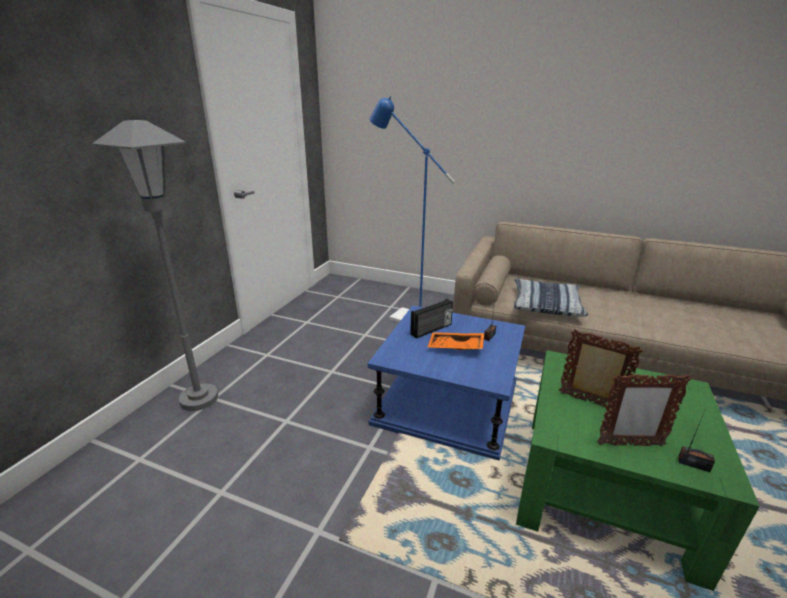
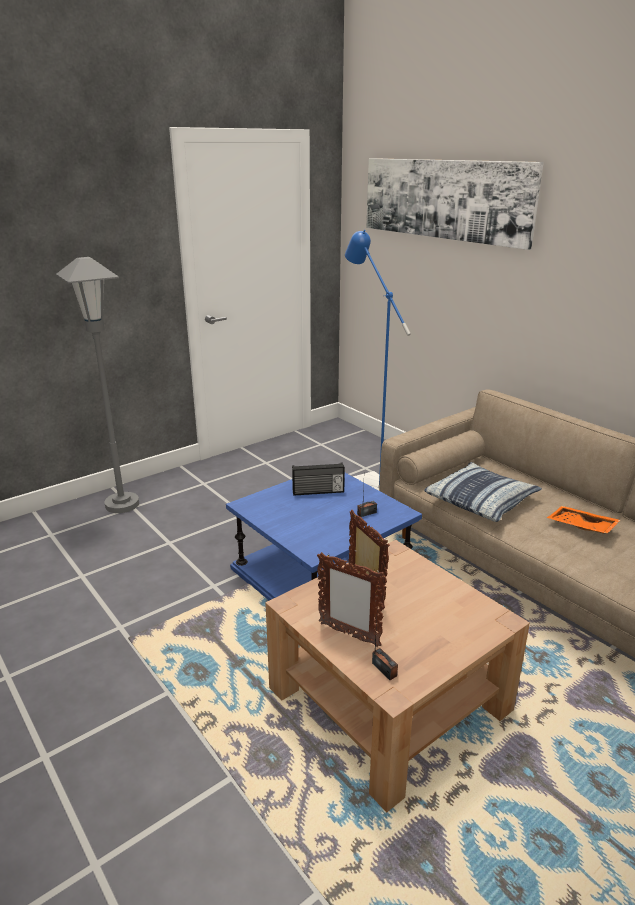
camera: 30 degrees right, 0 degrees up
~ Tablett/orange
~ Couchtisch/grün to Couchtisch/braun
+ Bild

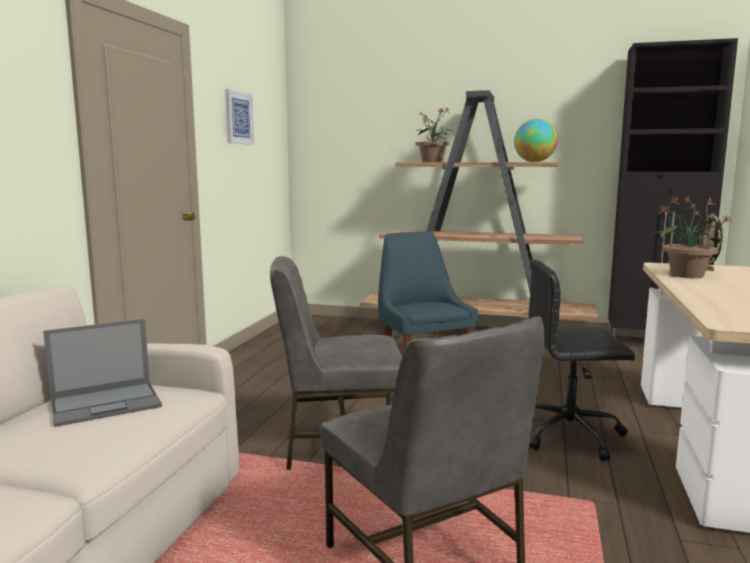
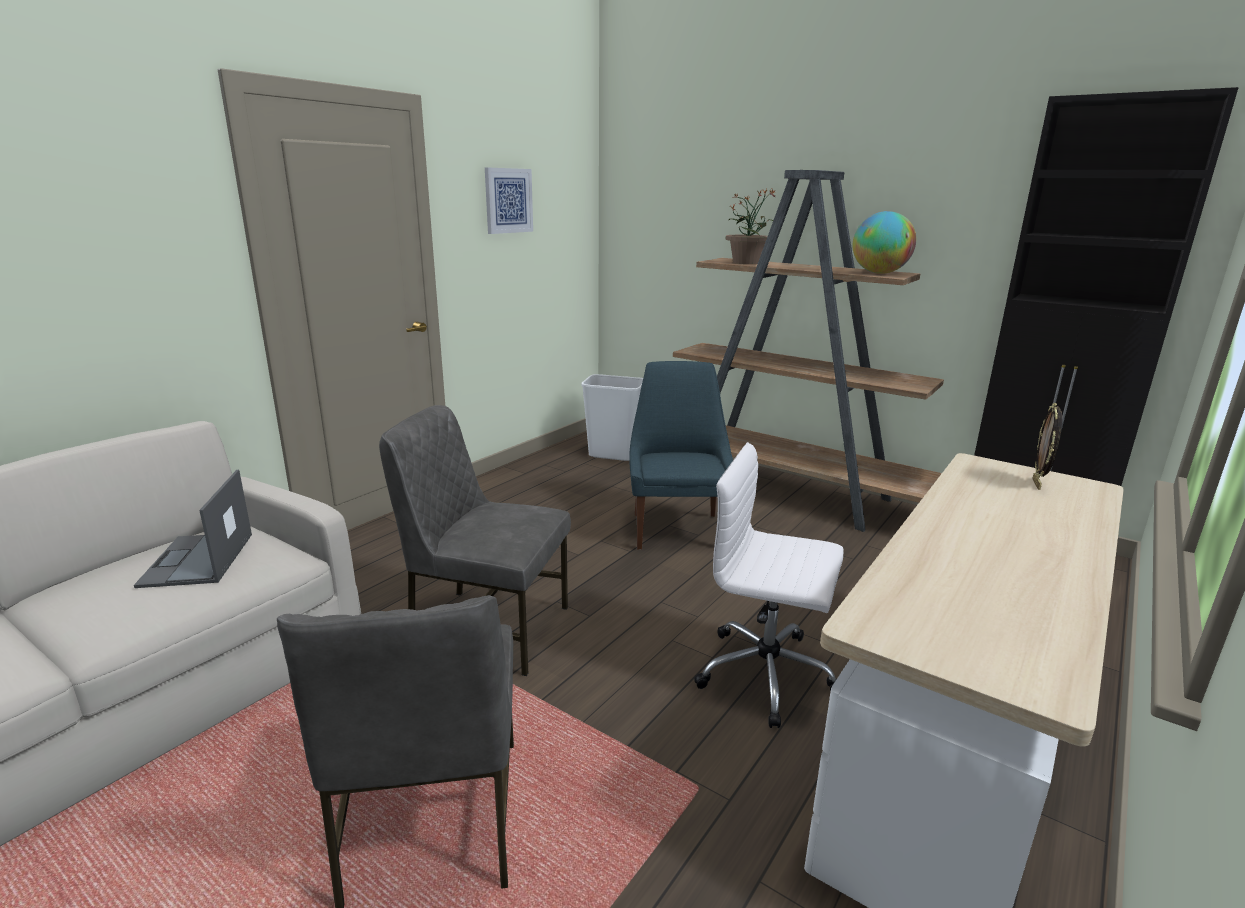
camera: 20 degrees right, 10 degrees up
~ Laptop 90 degrees clockwise
~ Bürostuhl/schwarz to Bürostuhl/weiß
- Topfpflanze (no. 2 from left)
+ Mülleimer/weiß

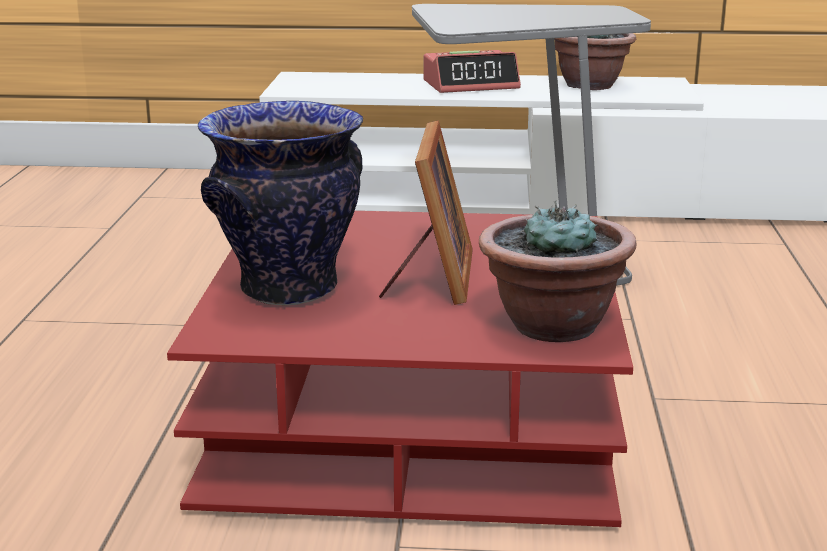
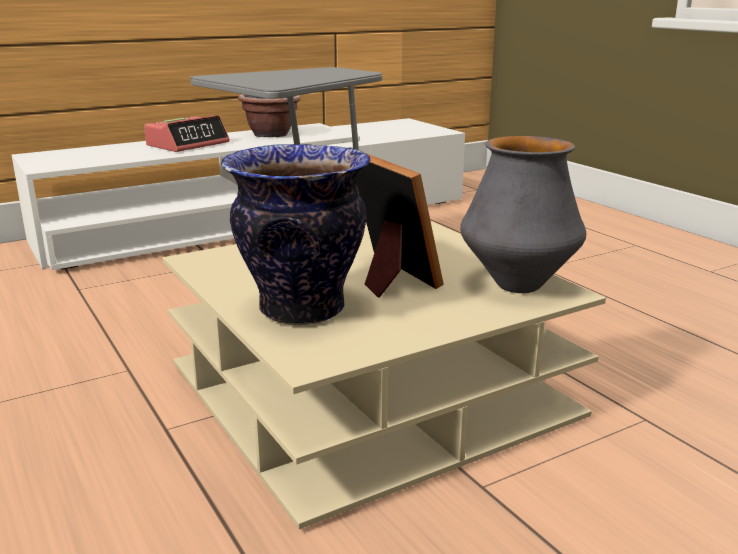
camera: 35 degrees left, 0 degrees up
~ Couchtisch/rot to Couchtisch/beige
~ Topfpflanze (no. 1 from left) to Vase (no. 2 from left)

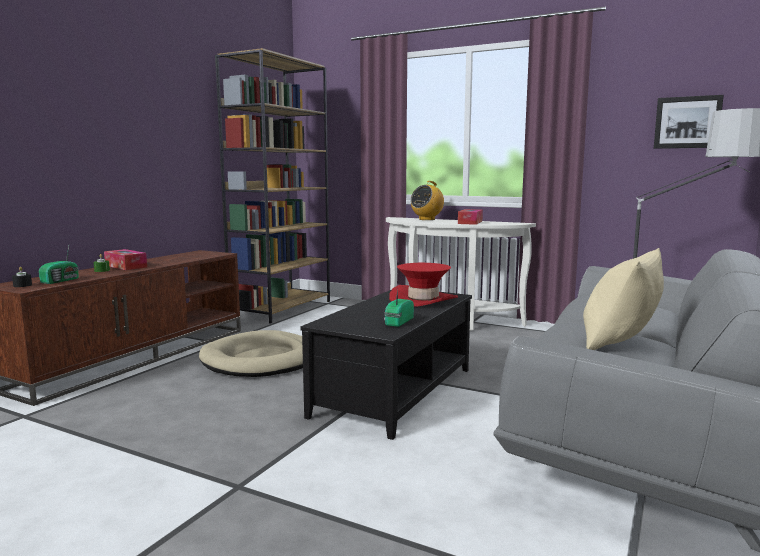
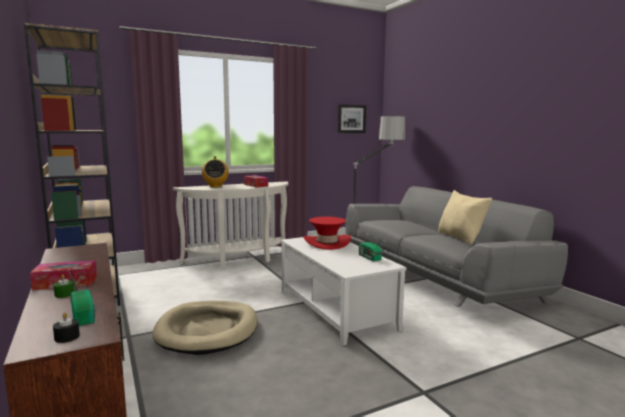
camera: 55 degrees left, 0 degrees up
~ Couchtisch/schwarz to Couchtisch/weiß

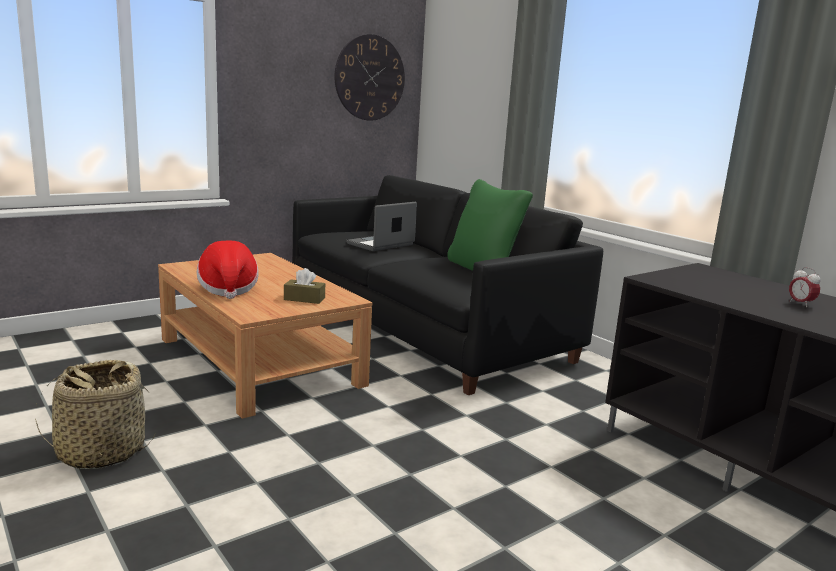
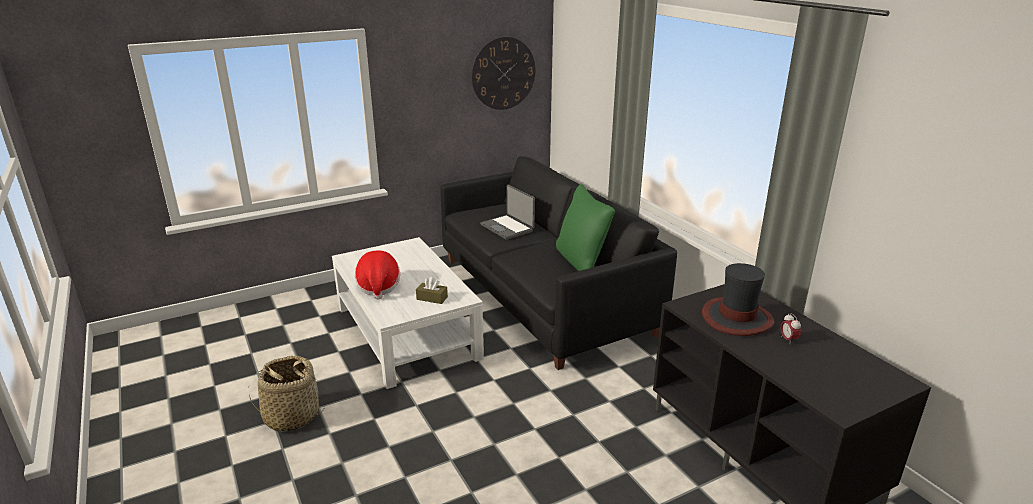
camera: 10 degrees right, 10 degrees up
~ Couchtisch/braun to Couchtisch/weiß
~ Laptop 90 degrees counterclockwise
+ Hut (no. 2 from left)

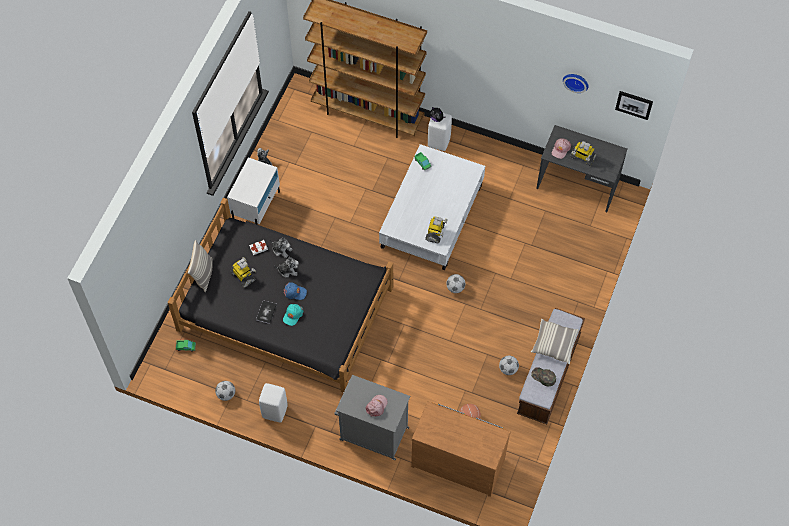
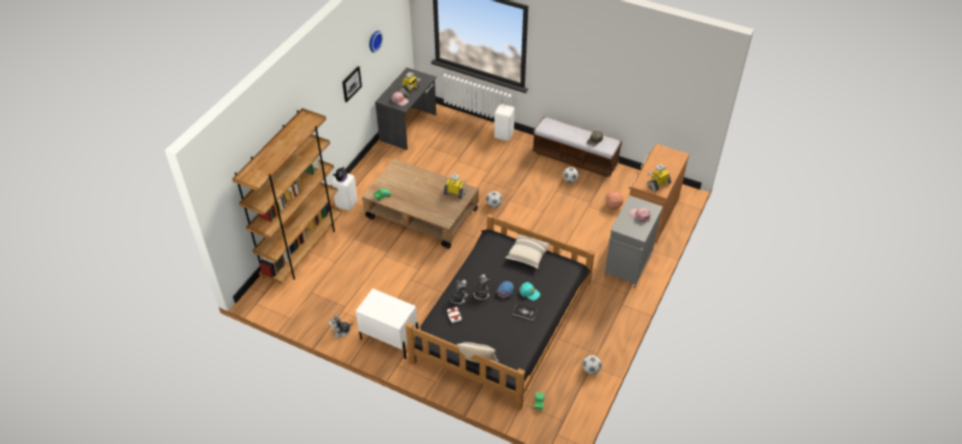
camera: 85 degrees left, 15 degrees down
~ Spielzeugroboter (no. 1 from left in the first image) to Spielzeugroboter (no. 3 from left)
~ Hocker/weiß (no. 1 from left in the first image) to Hocker/weiß (no. 2 from left)
~ Couchtisch/weiß to Couchtisch/braun
~ Kissen (no. 2 from left)
~ Bild

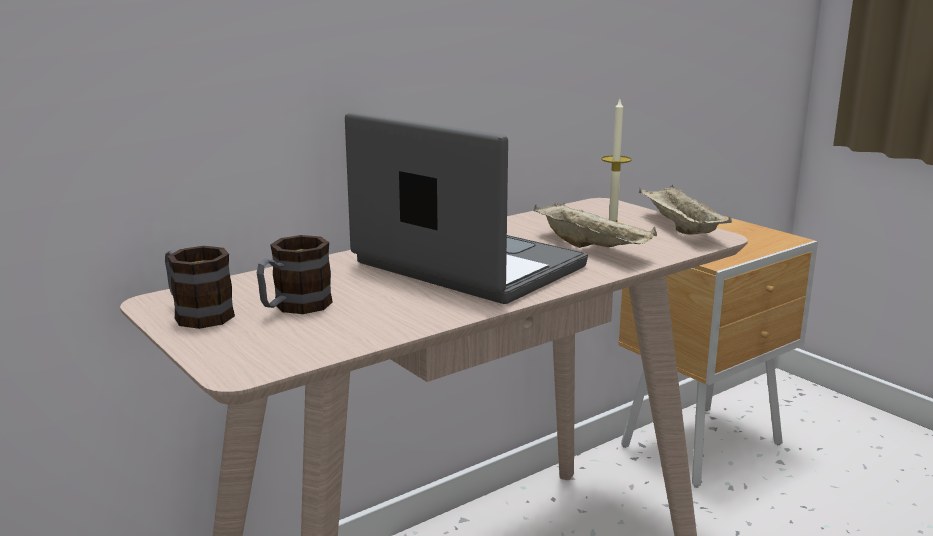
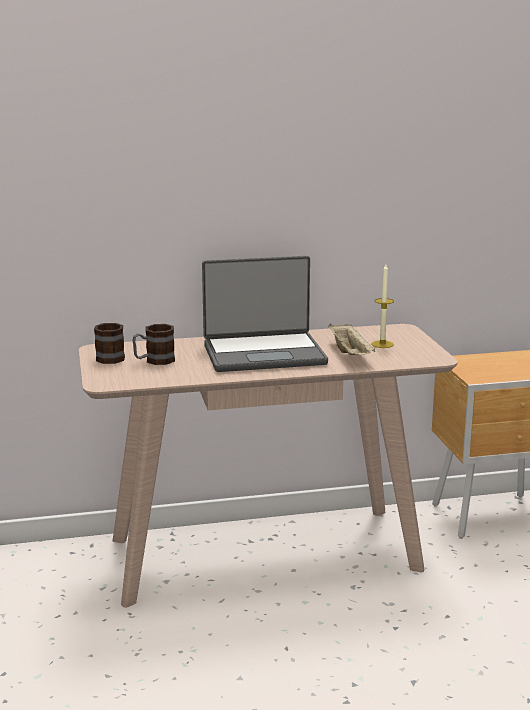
camera: 25 degrees right, 0 degrees up
~ Laptop 105 degrees clockwise
- Tablett/beige (no. 2 from left)

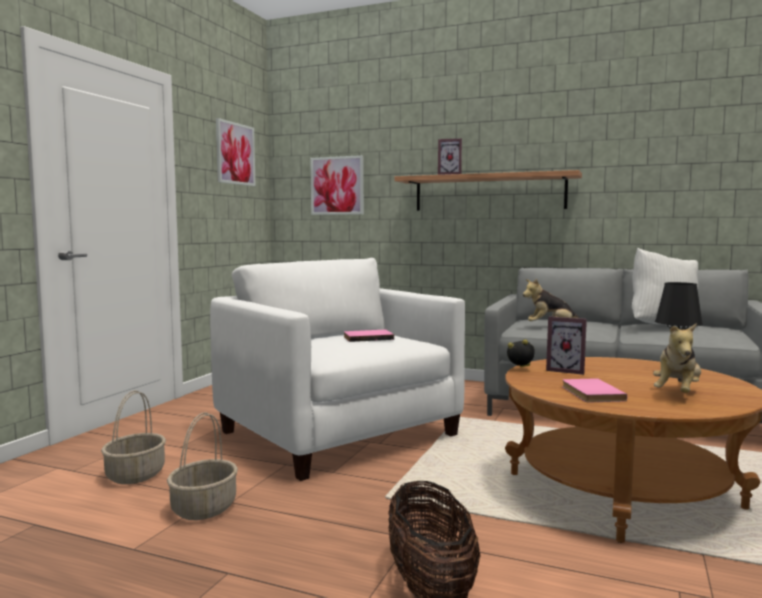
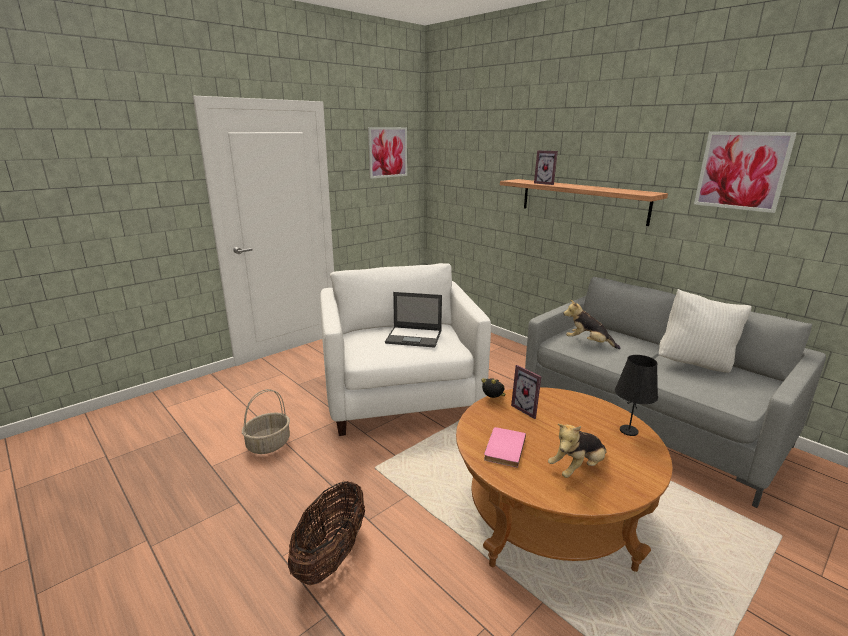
camera: 25 degrees right, 15 degrees up
- Korb (no. 1 from left)
~ Bild (no. 2 from left)
~ Buch/rosa (no. 1 from left) to Laptop

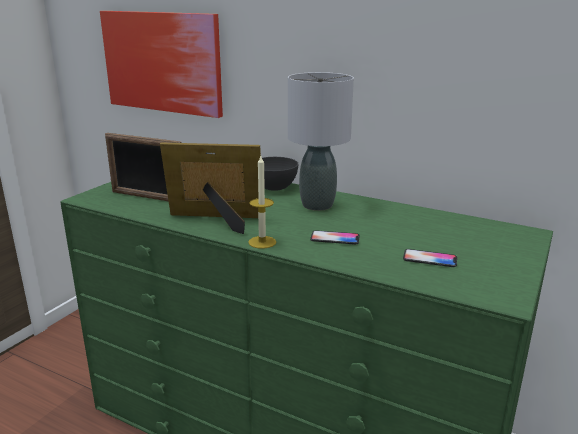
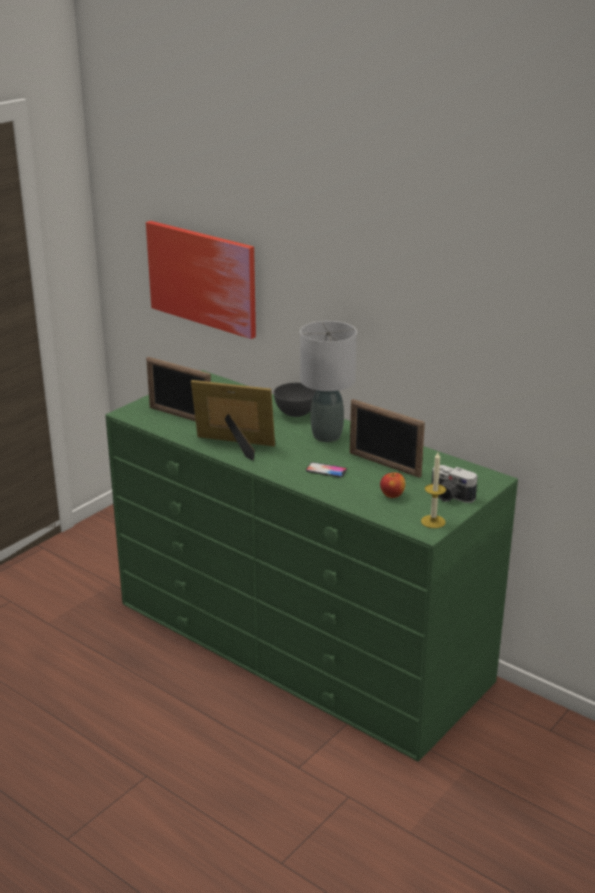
camera: 10 degrees right, 5 degrees up
~ Kerze
~ Handy (no. 2 from left) to Apfel
+ Bilderrahmen (no. 3 from left)
+ Kamera

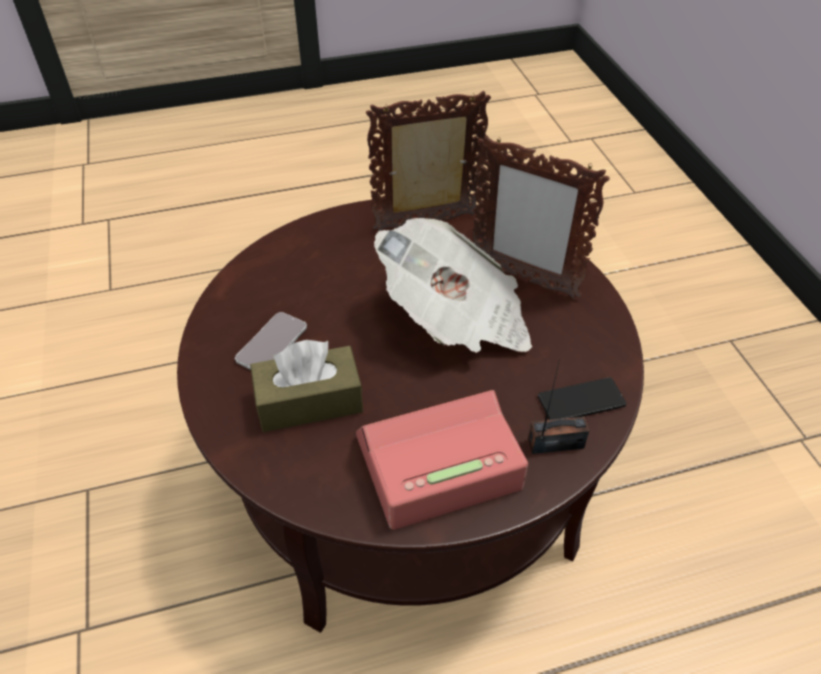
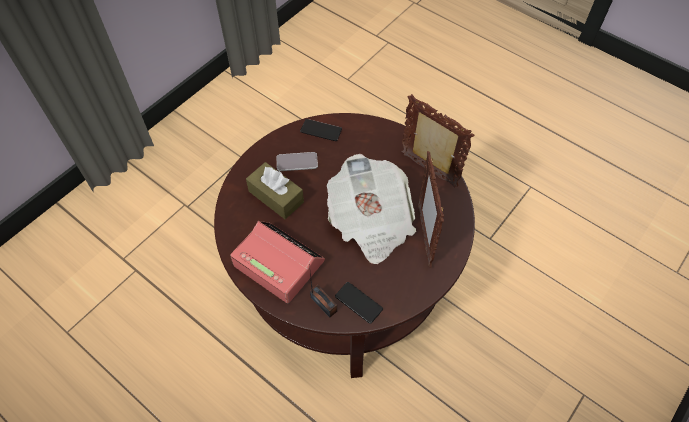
camera: 55 degrees right, 10 degrees up
+ Handy (no. 2 from left)

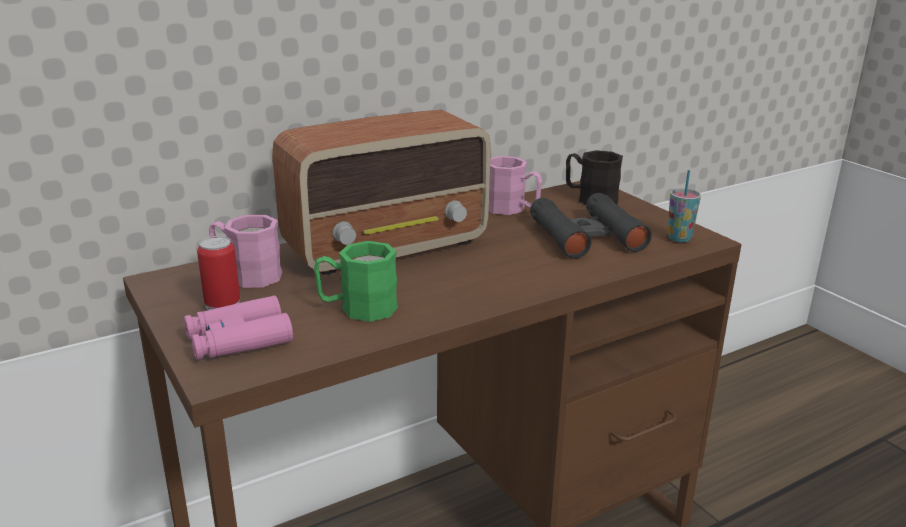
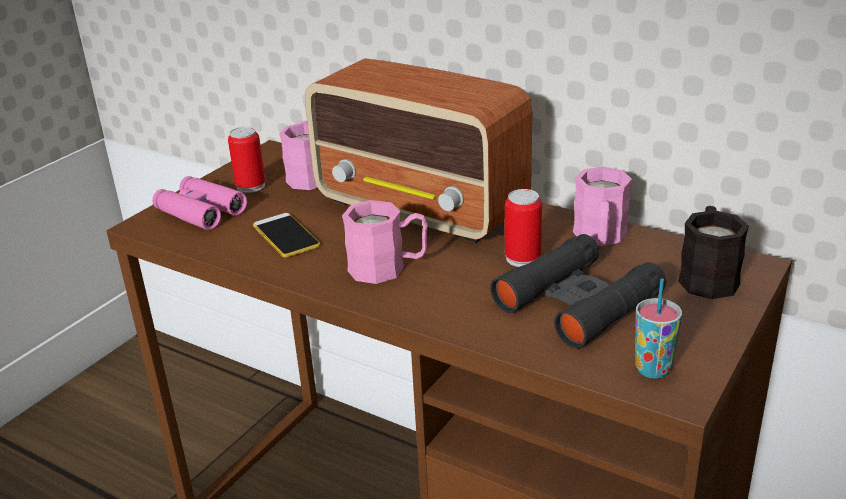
camera: 65 degrees right, 5 degrees up
~ Henkelbecher/grün to Handy
+ Henkelbecher/rosa (no. 2 from left)
+ Dose (no. 2 from left)

